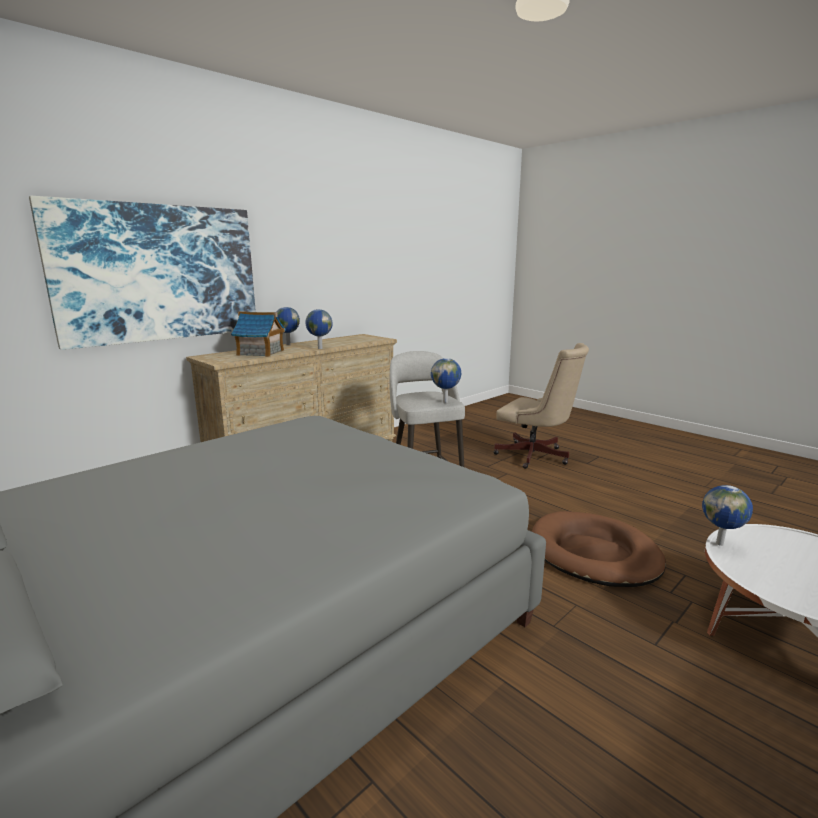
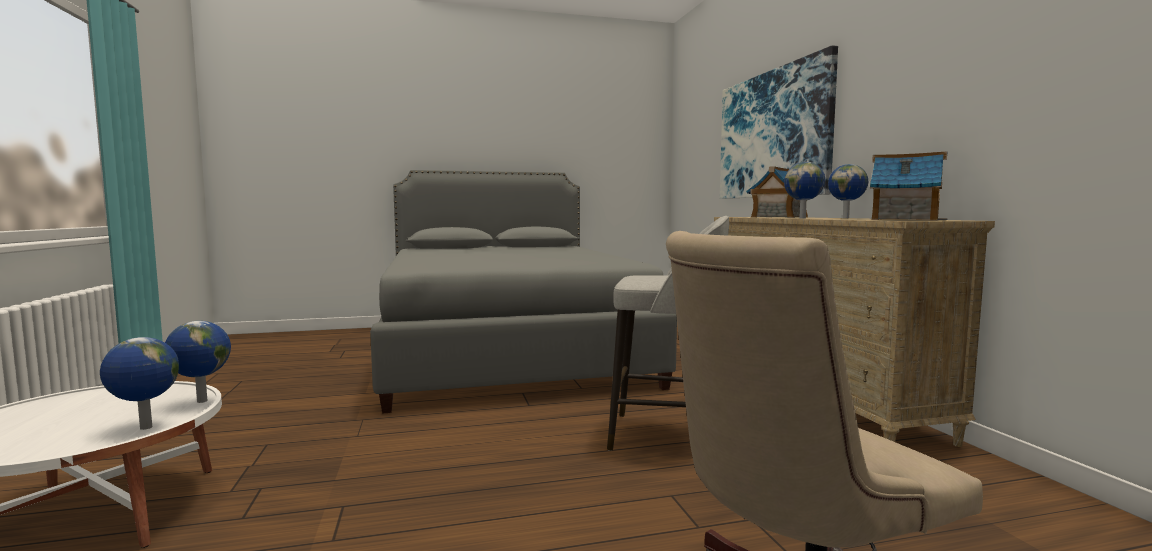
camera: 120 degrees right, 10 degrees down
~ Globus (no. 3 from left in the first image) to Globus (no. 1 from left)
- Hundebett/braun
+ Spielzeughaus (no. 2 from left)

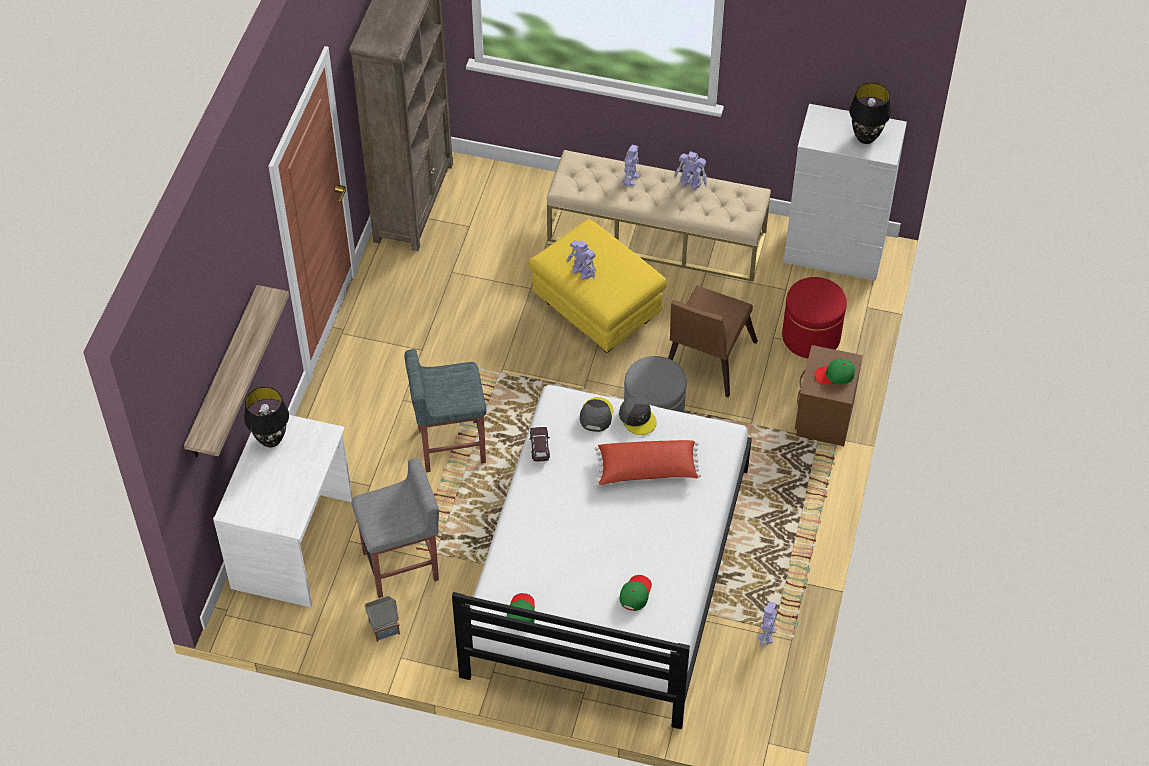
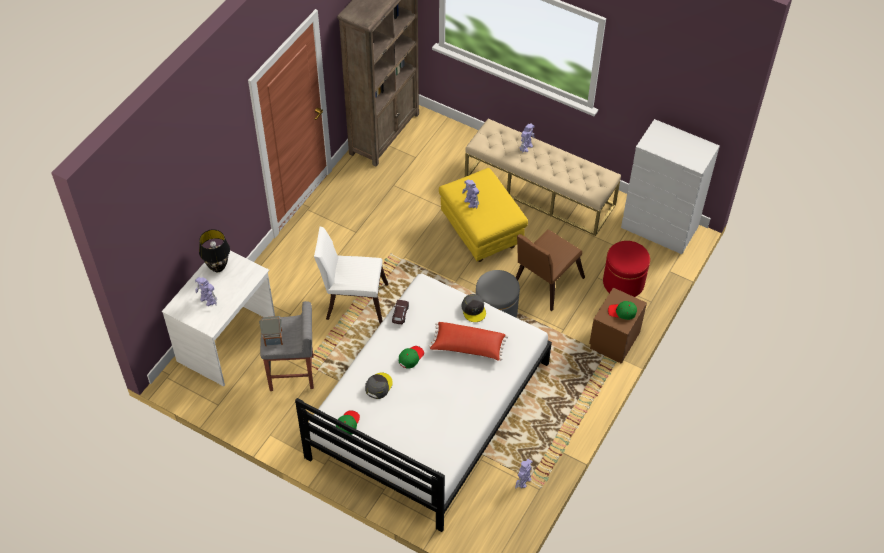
camera: 15 degrees right, 0 degrees up
- Wandregal
~ Spielzeughaus
~ Hocker/grau (no. 2 from left) to Stuhl/weiß
~ Kappe/grau (no. 1 from left)
~ Kappe/grün (no. 2 from left)
~ Spielzeugroboter (no. 3 from left in the first image) to Spielzeugroboter (no. 1 from left)
- Tischlampe/schwarz (no. 2 from left)

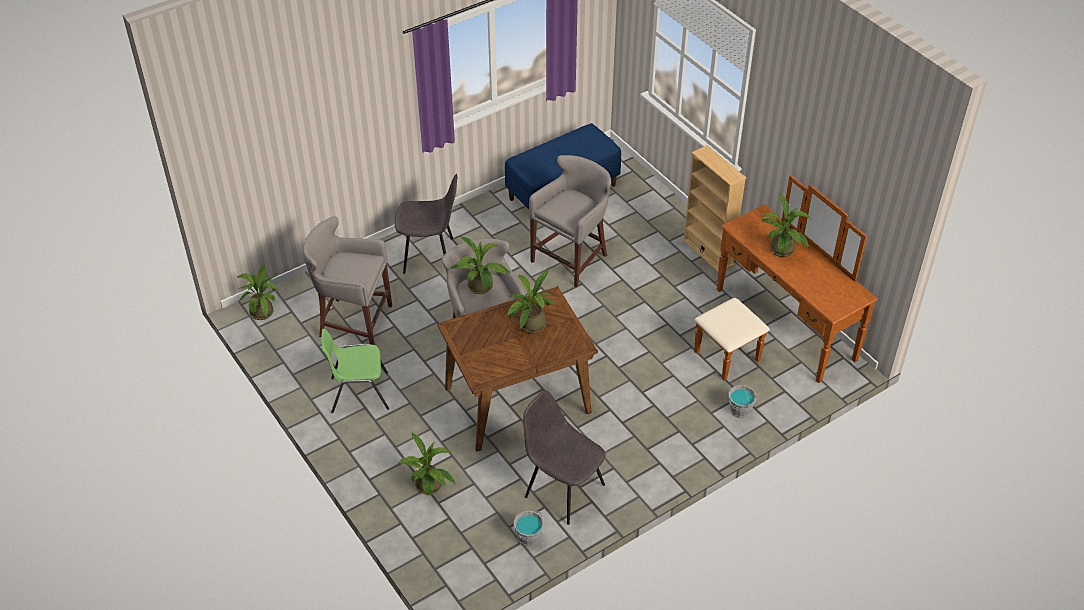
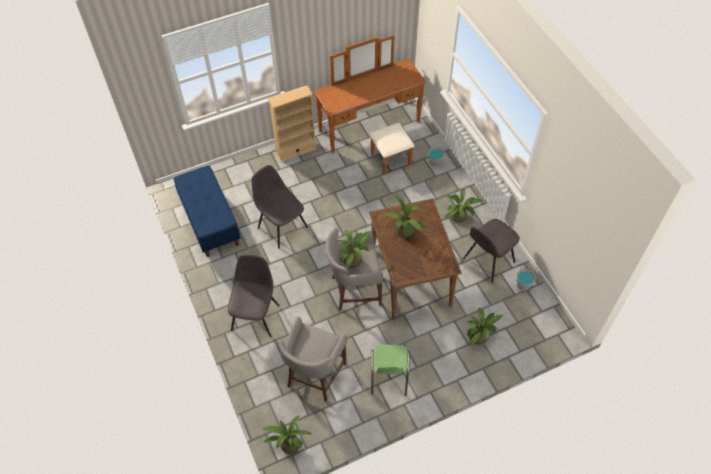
camera: 80 degrees left, 10 degrees up
~ Hocker/grau (no. 3 from left) to Stuhl/grau (no. 2 from left)
~ Topfpflanze (no. 5 from left in the first image) to Topfpflanze (no. 4 from left)

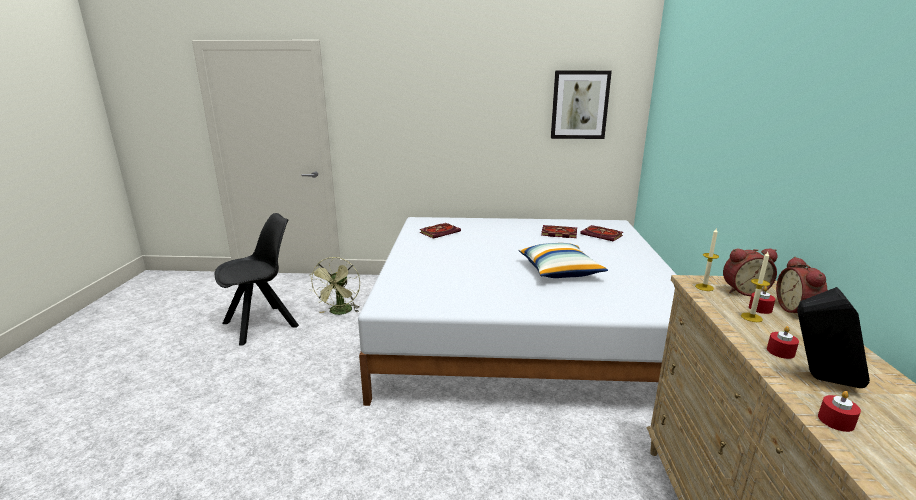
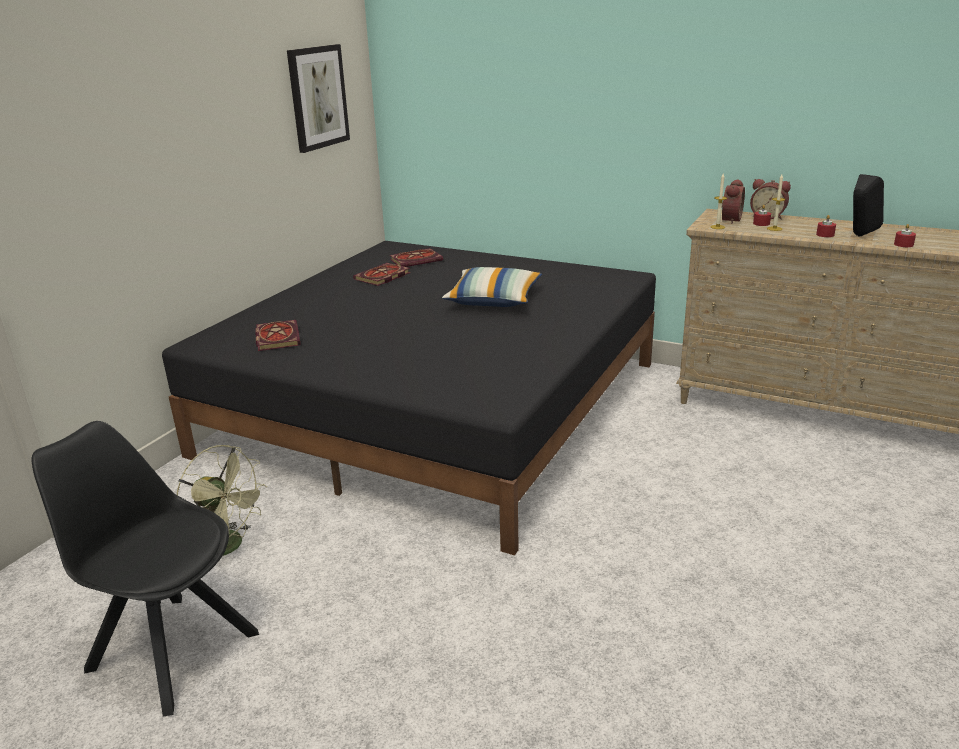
camera: 65 degrees left, 5 degrees up
~ Stuhl/schwarz 45 degrees counterclockwise
~ Bett/weiß to Bett/schwarz

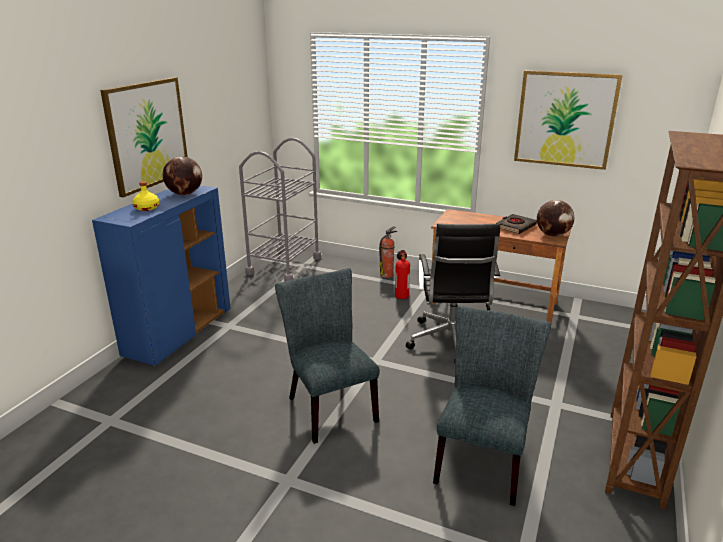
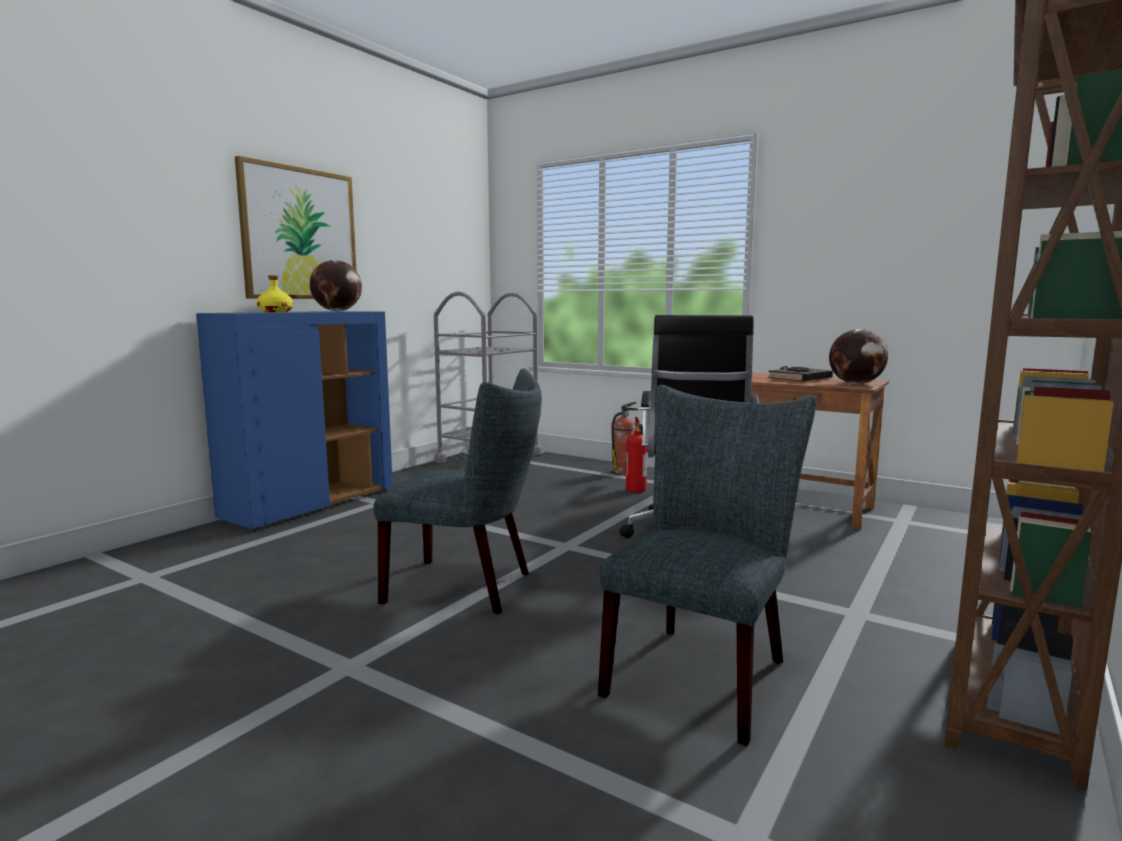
camera: 10 degrees right, 15 degrees down
~ Stuhl/grau (no. 1 from left) 120 degrees clockwise
- Bild (no. 2 from left)

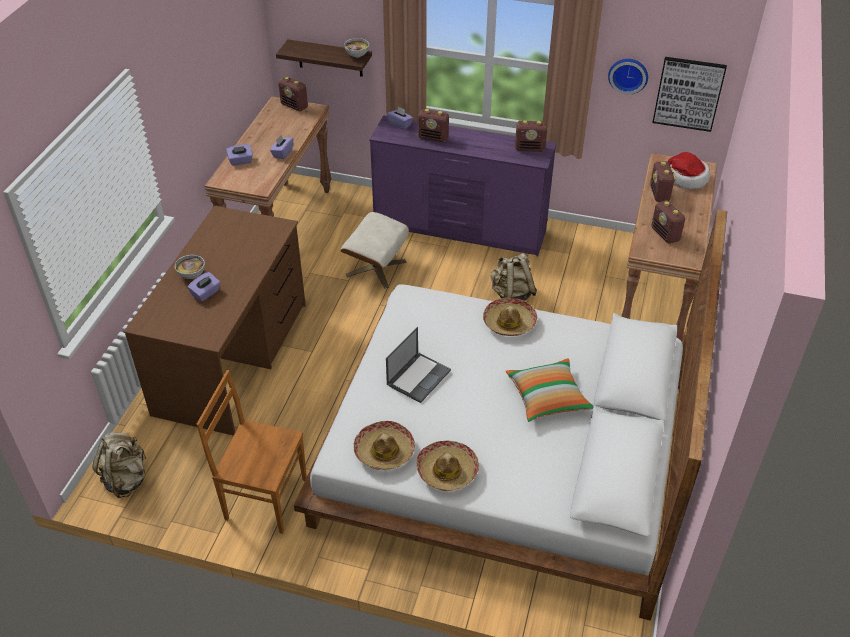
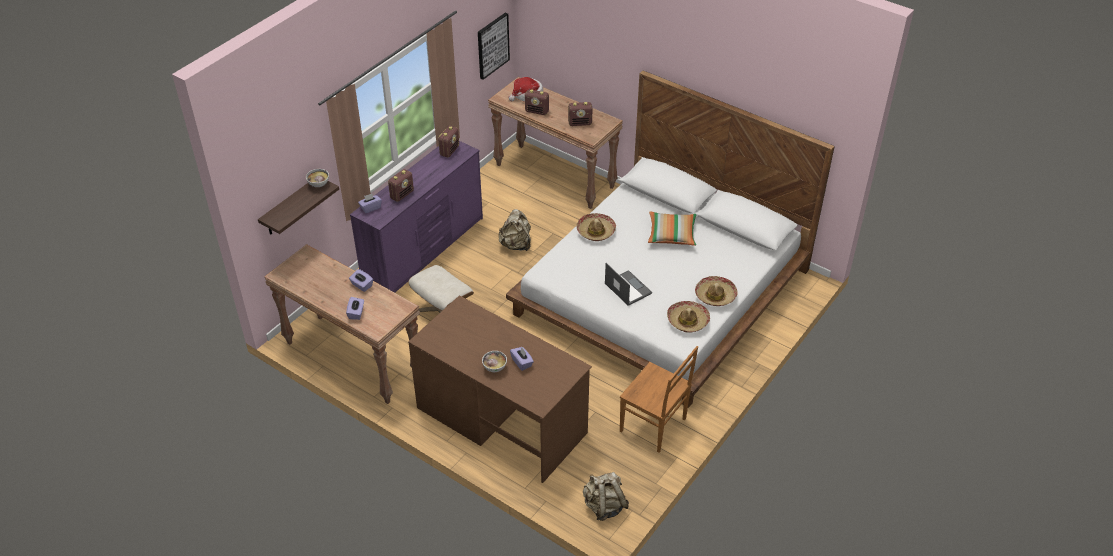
camera: 70 degrees left, 0 degrees up
~ Stuhl/braun 90 degrees counterclockwise
- Radio (no. 1 from left)
- Wanduhr

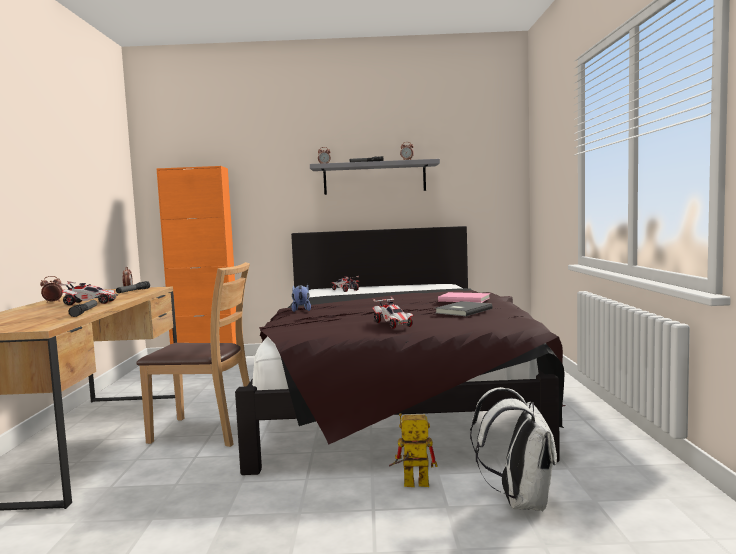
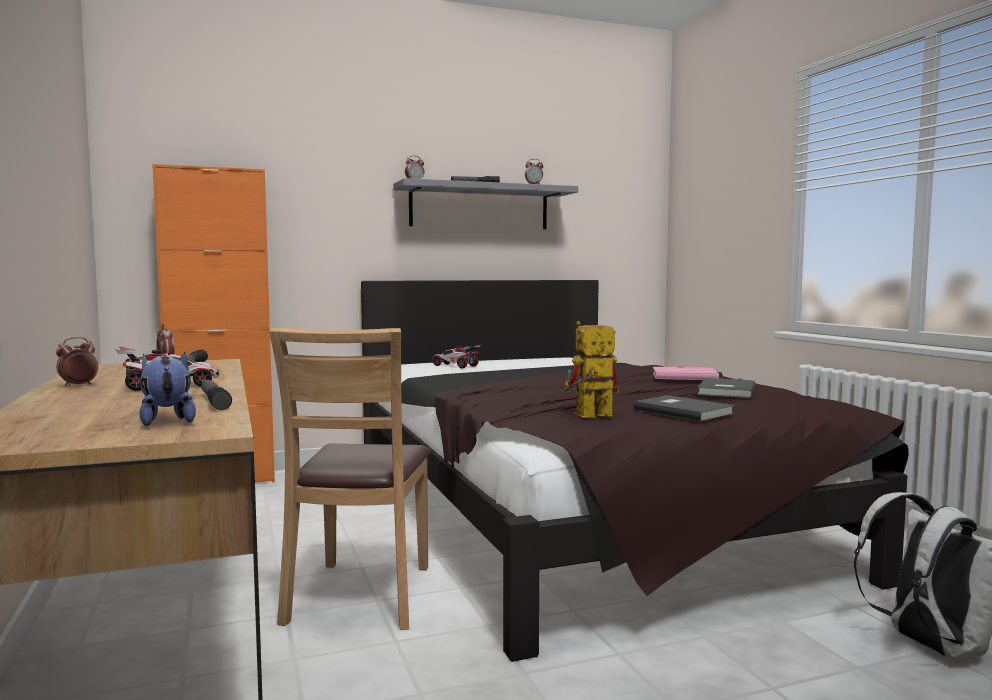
camera: 20 degrees left, 0 degrees up
~ Stuhl/braun 105 degrees clockwise
~ Plüschtier
~ Spielzeugauto (no. 3 from left) to Buch/grau (no. 1 from left)
~ Spielzeugroboter

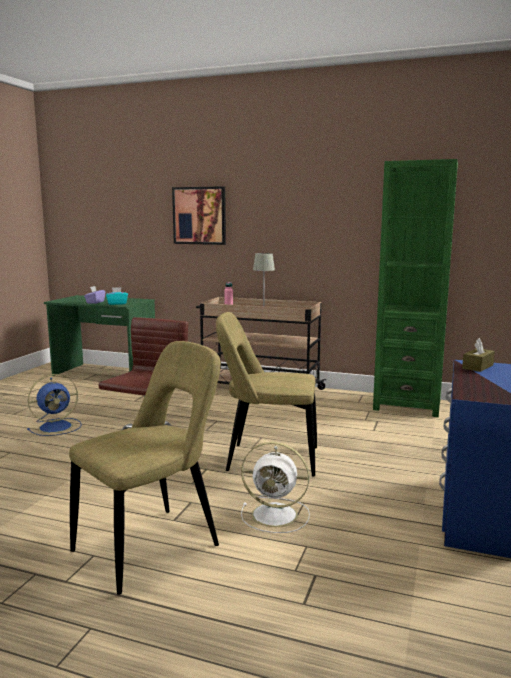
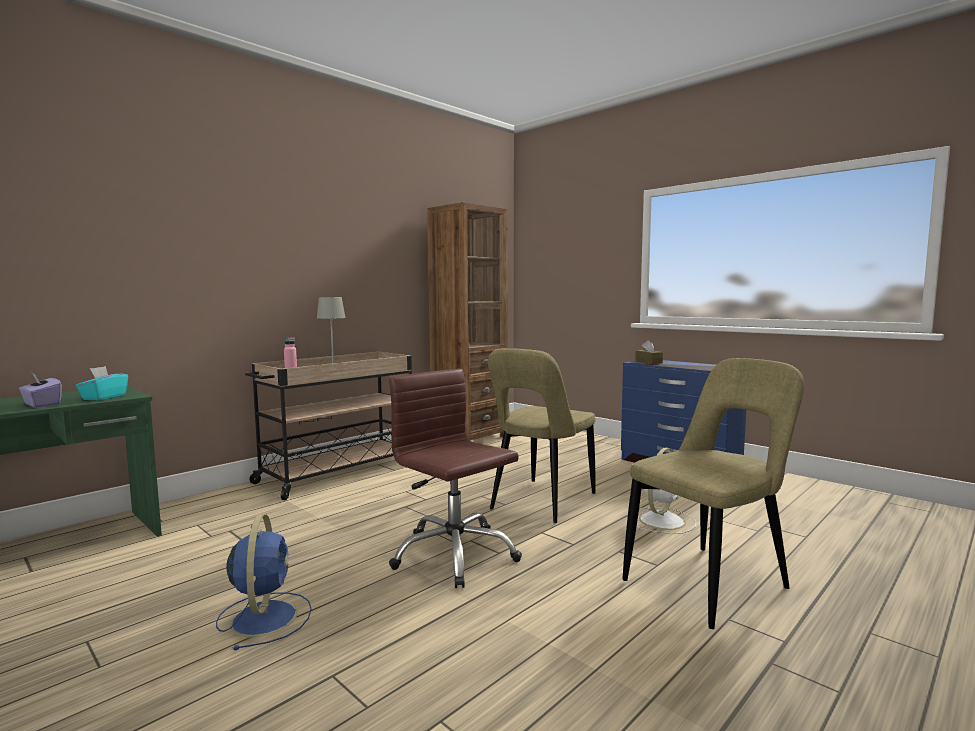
camera: 65 degrees left, 5 degrees down
~ Stuhl/beige (no. 1 from left in the first image) 75 degrees clockwise
- Bild
~ Bücherregal/grün to Bücherregal/braun

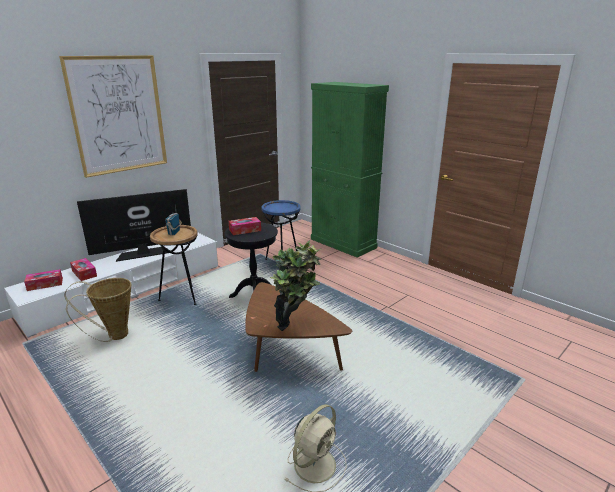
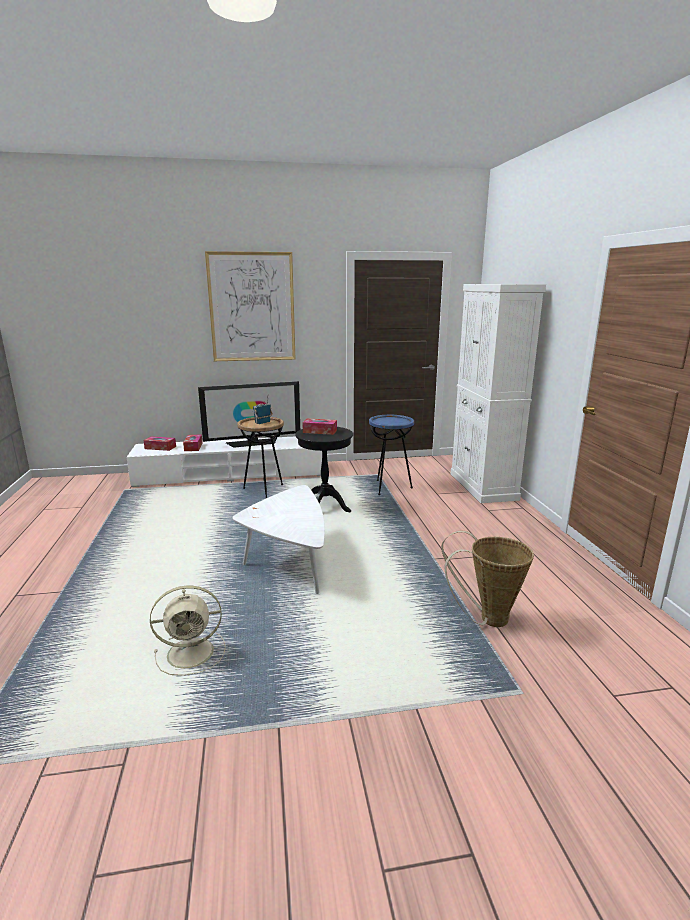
camera: 35 degrees right, 5 degrees down
~ Korb
~ Fernseher 150 degrees clockwise
~ Couchtisch/braun to Couchtisch/weiß
- Topfpflanze
~ Schrank/grün to Schrank/weiß

